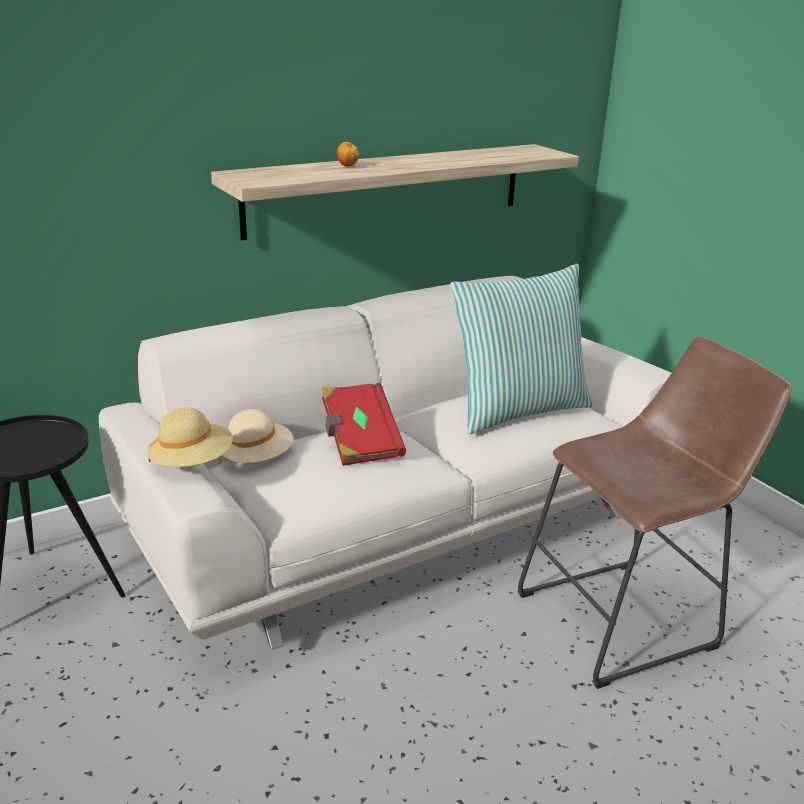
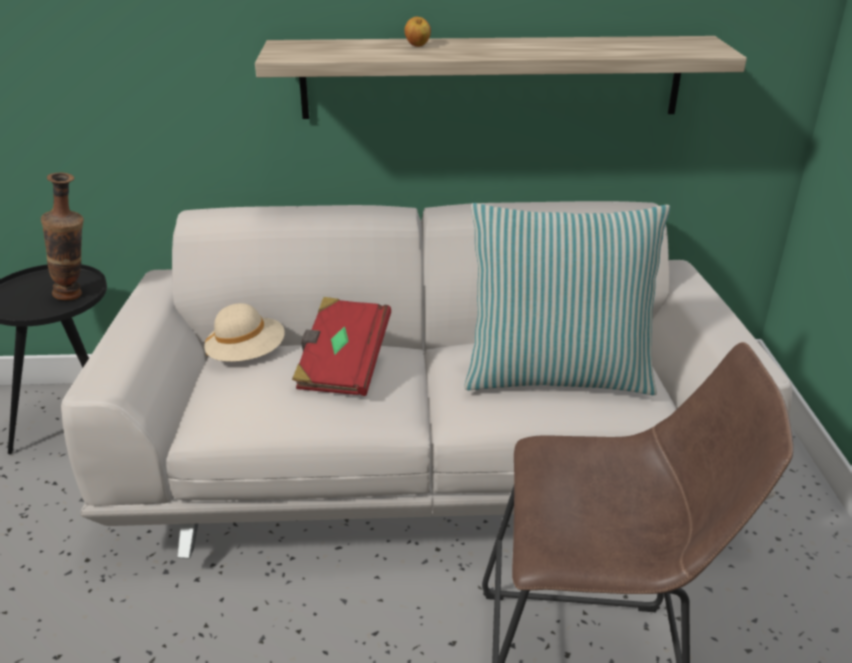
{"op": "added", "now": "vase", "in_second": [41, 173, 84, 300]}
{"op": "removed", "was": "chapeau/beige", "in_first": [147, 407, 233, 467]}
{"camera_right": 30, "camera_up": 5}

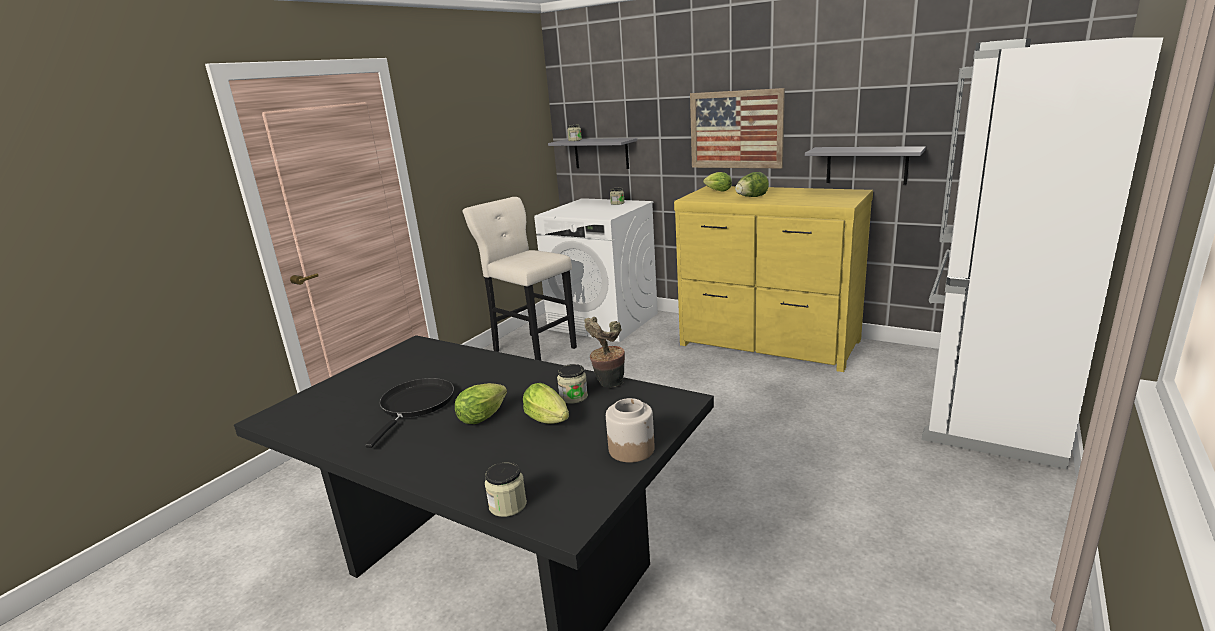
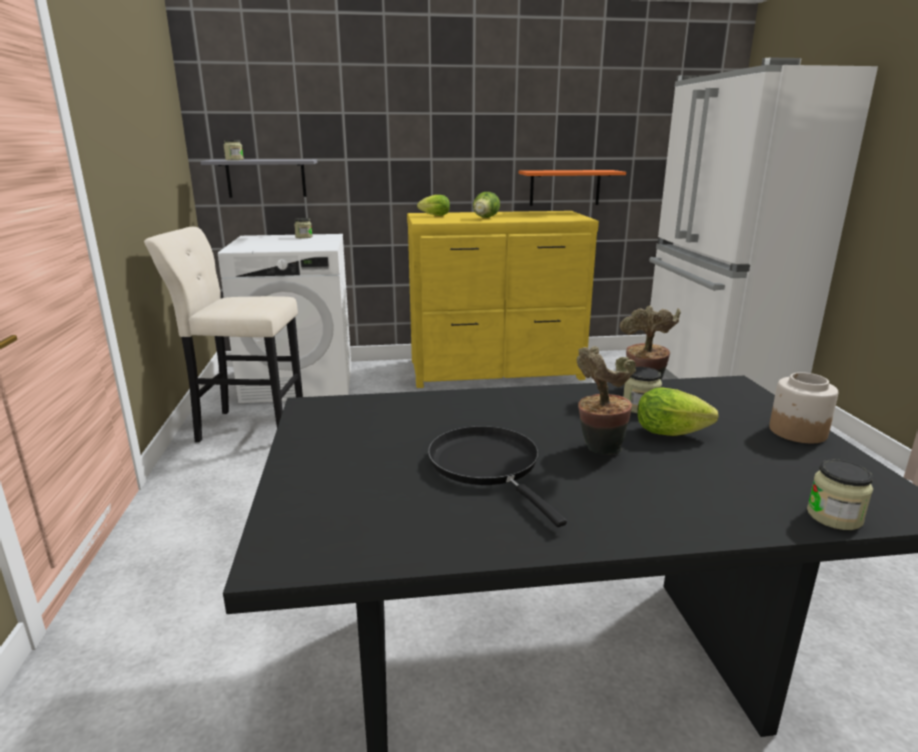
{"op": "recoloured", "was": "étagère/gris", "now": "étagère/orange", "in_first": [805, 146, 926, 185], "in_second": [519, 170, 626, 206]}
{"op": "replaced", "was": "laitue", "now": "plante en pot", "in_first": [455, 383, 507, 424], "in_second": [577, 346, 636, 455]}
{"op": "removed", "was": "tableau", "in_first": [690, 88, 785, 168]}
{"camera_right": -40, "camera_up": 0}

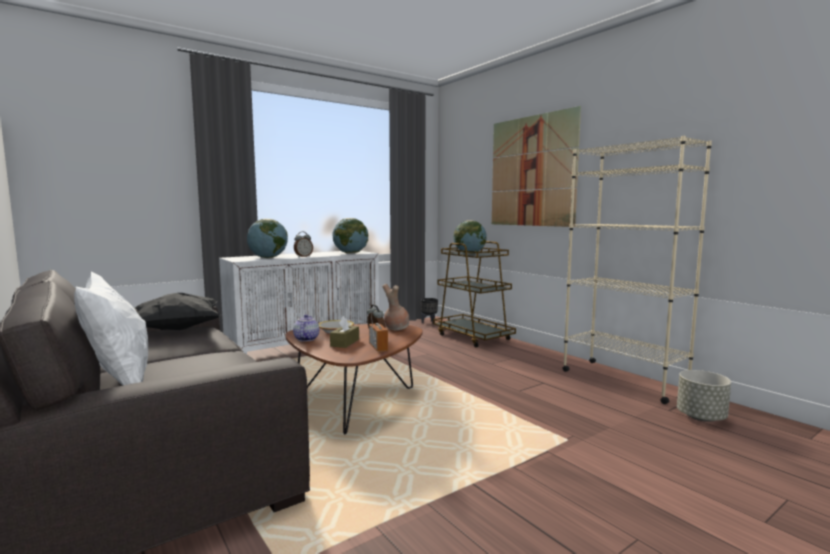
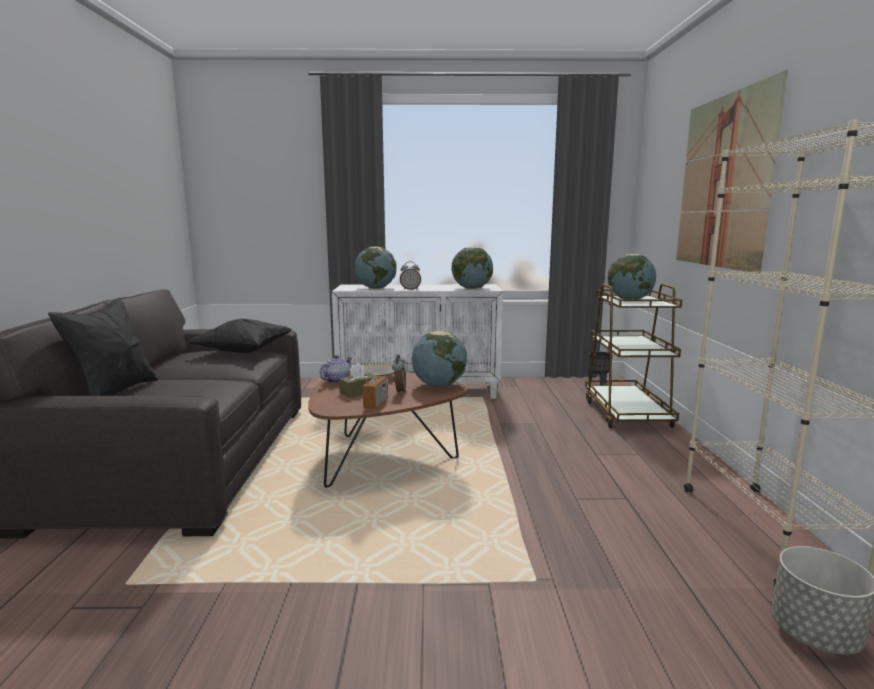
{"op": "recoloured", "was": "coussin/blanc", "now": "coussin/noir", "in_first": [74, 272, 148, 386], "in_second": [48, 298, 158, 396]}
{"op": "replaced", "was": "vase/marron", "now": "globe", "in_first": [382, 284, 409, 330], "in_second": [412, 331, 467, 387]}
{"camera_right": 35, "camera_up": 5}

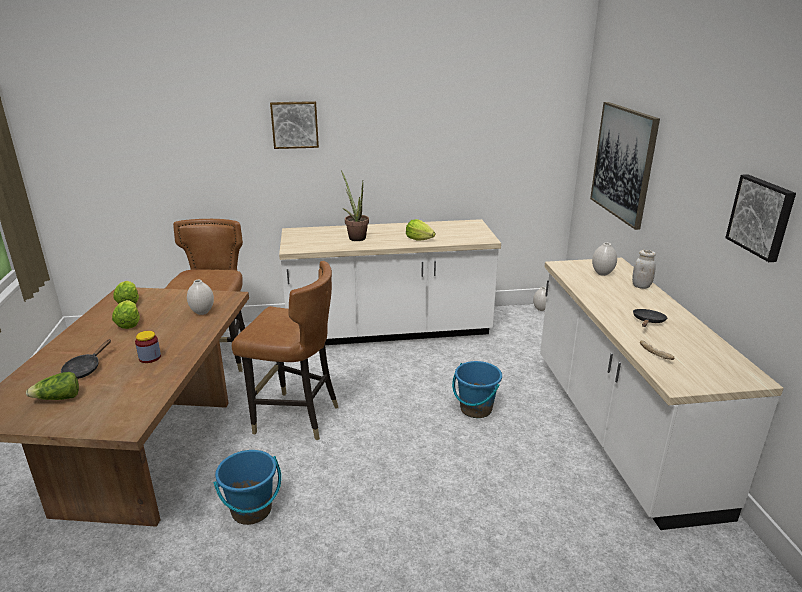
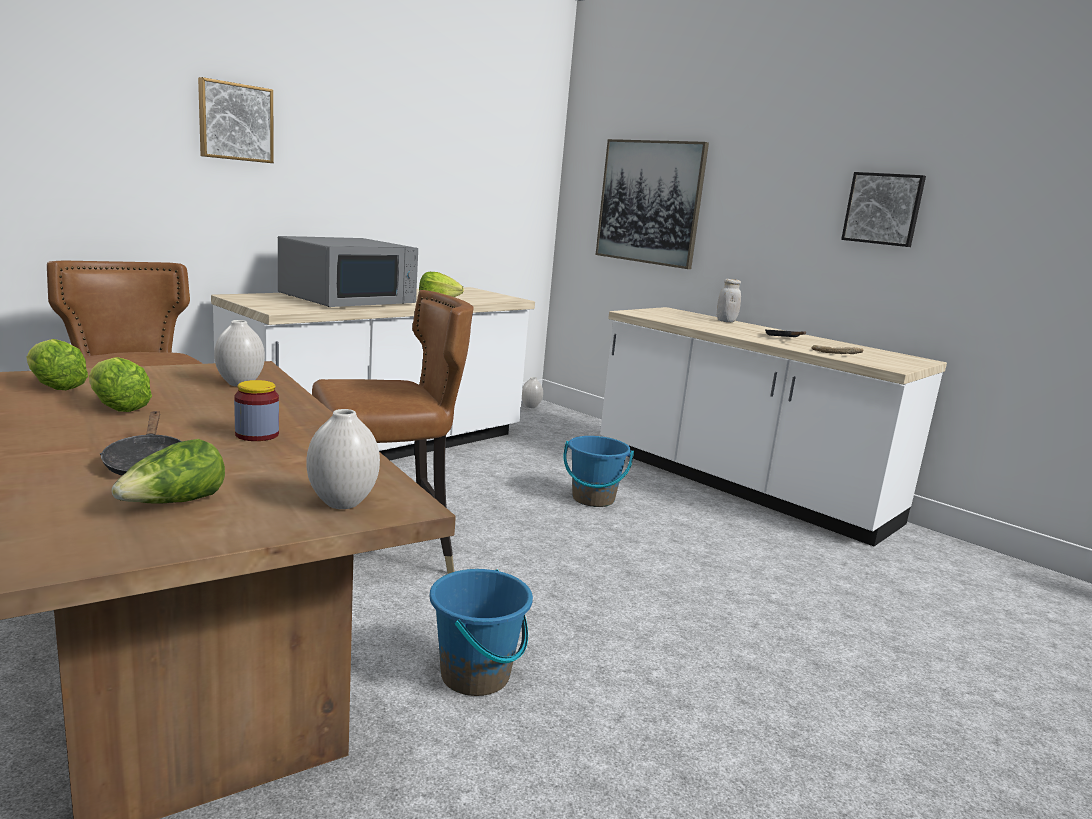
{"op": "replaced", "was": "plante en pot", "now": "micro-ondes/gris", "in_first": [341, 170, 369, 241], "in_second": [278, 236, 418, 307]}
{"op": "moved", "was": "vase/blanc", "in_first": [592, 242, 617, 276], "in_second": [306, 409, 380, 509]}
{"camera_right": -40, "camera_up": -10}

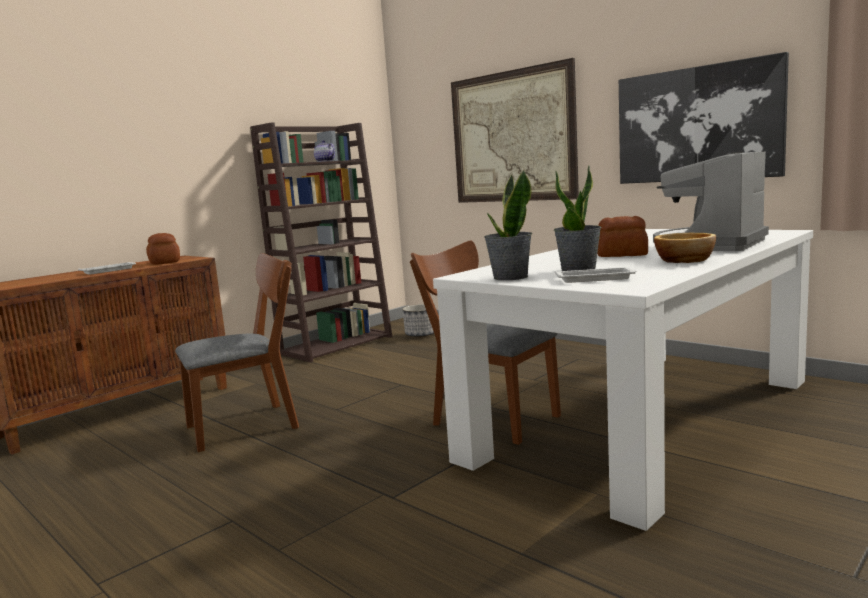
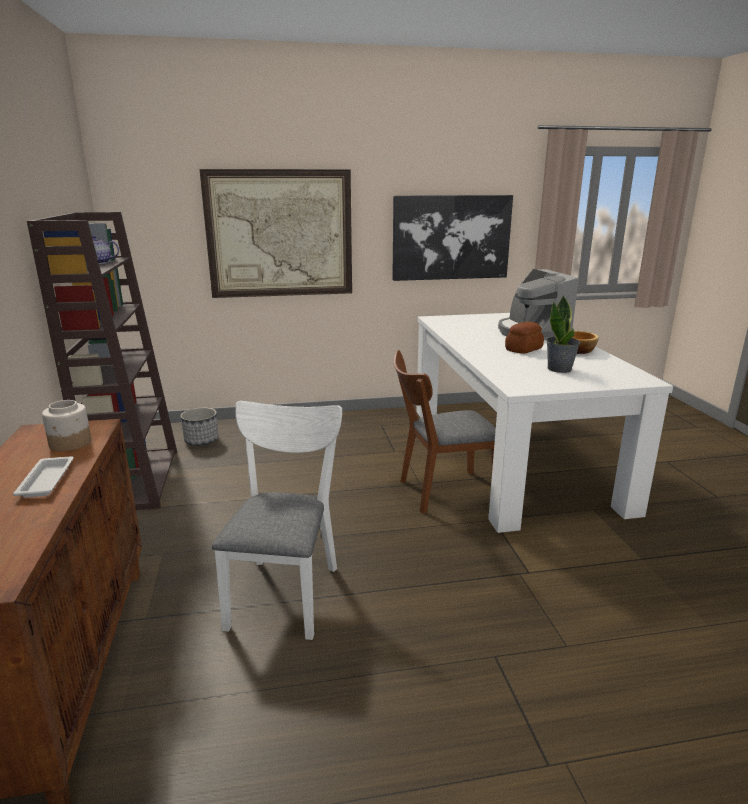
{"op": "replaced", "was": "pain", "now": "bocal", "in_first": [146, 233, 180, 265], "in_second": [42, 400, 91, 451]}
{"op": "recoloured", "was": "chaise/marron", "now": "chaise/blanc", "in_first": [175, 253, 299, 452], "in_second": [212, 401, 342, 640]}
{"op": "removed", "was": "plante en pot", "in_first": [484, 170, 532, 280]}
{"op": "removed", "was": "plateau/blanc", "in_first": [555, 267, 636, 283]}
{"camera_right": -55, "camera_up": 10}

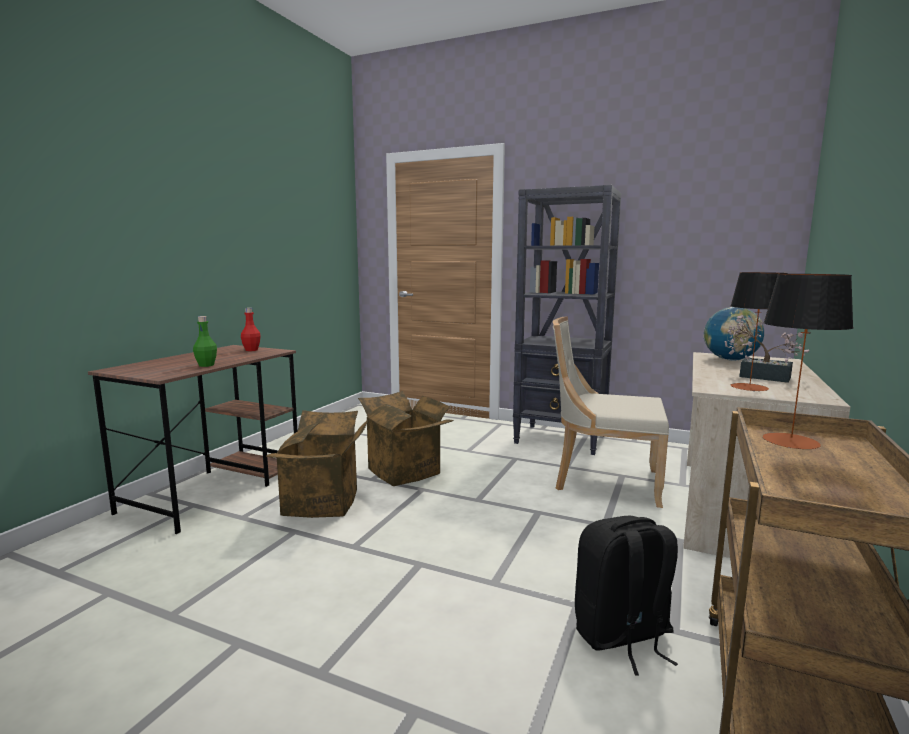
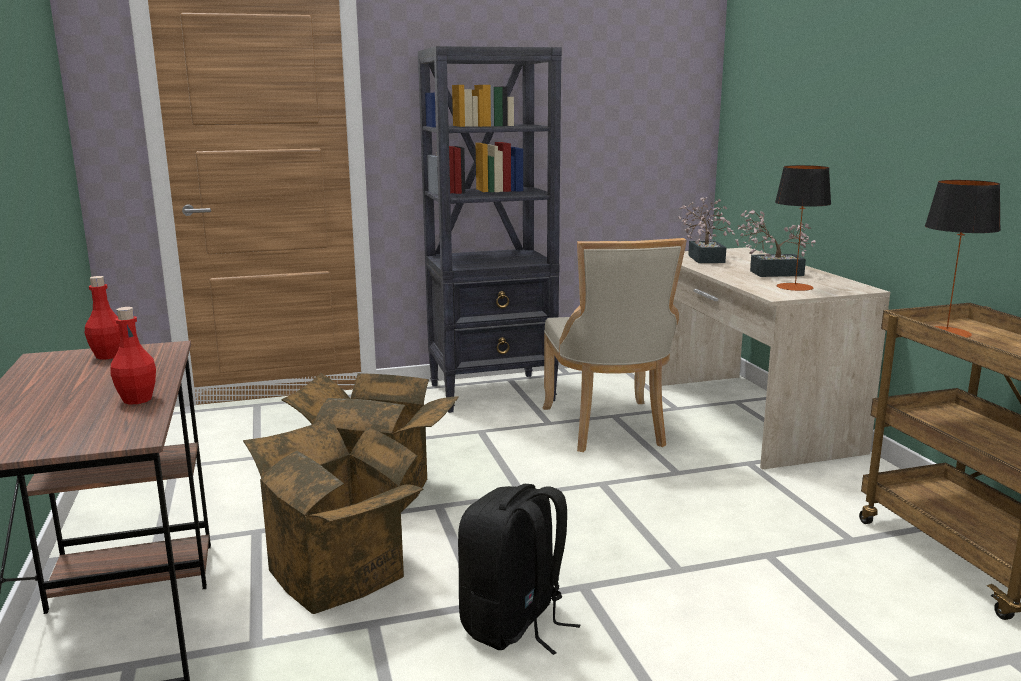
{"op": "recoloured", "was": "bouteille/vert", "now": "bouteille/rouge", "in_first": [193, 316, 217, 367], "in_second": [111, 307, 156, 405]}
{"op": "moved", "was": "sac à dos/noir", "in_first": [575, 516, 678, 676], "in_second": [458, 484, 581, 655]}
{"op": "turned", "was": "chaise/beige", "in_first": [553, 316, 669, 508], "in_second": [542, 238, 687, 452], "clockwise": -75}
{"op": "replaced", "was": "globe", "now": "plante en pot", "in_first": [704, 307, 764, 361], "in_second": [678, 197, 735, 263]}
{"camera_right": -40, "camera_up": 5}

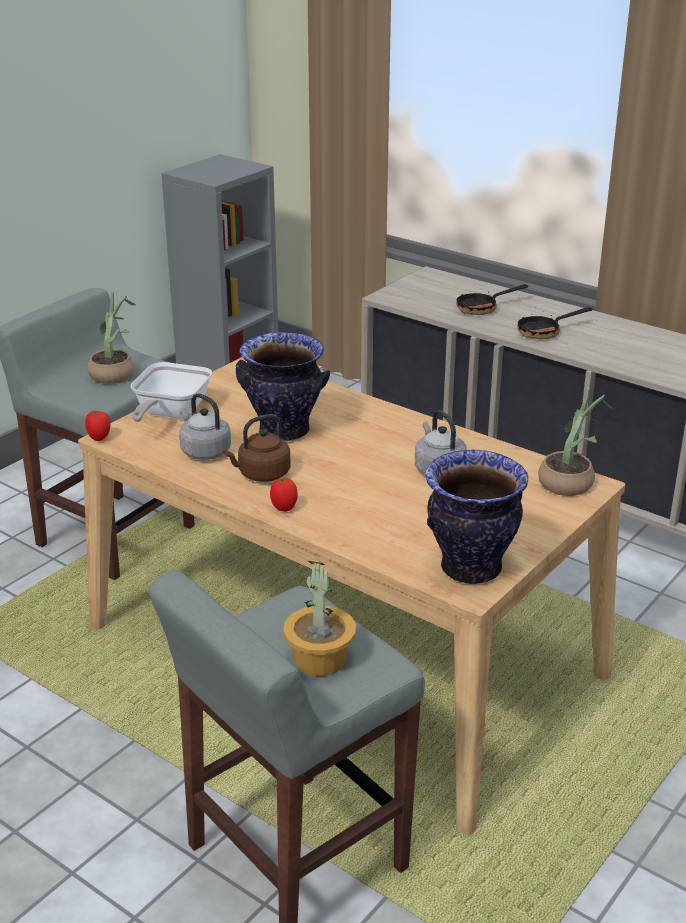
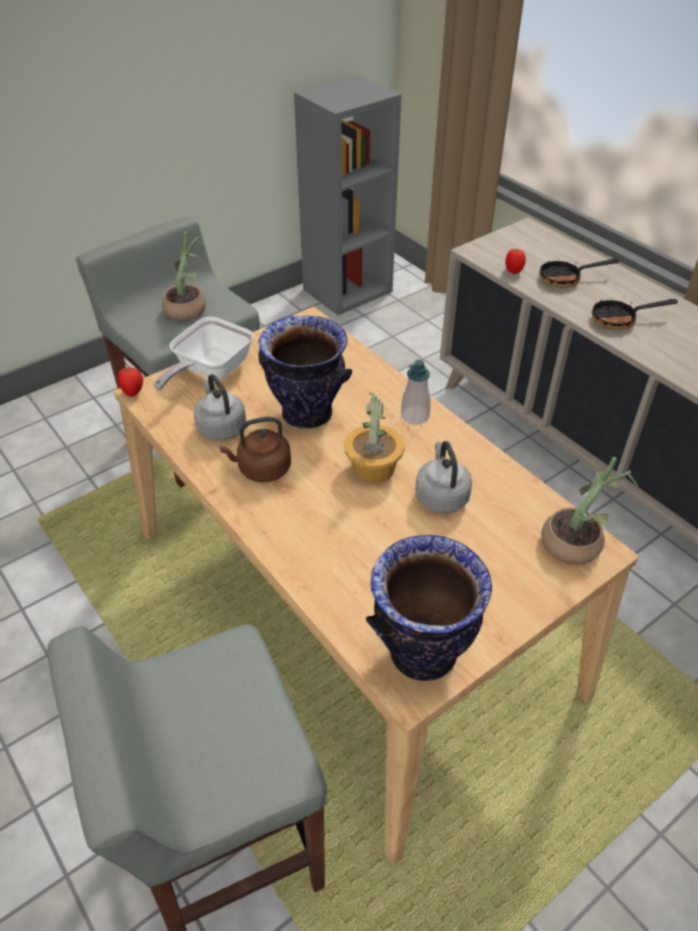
{"op": "moved", "was": "plante en pot", "in_first": [283, 561, 356, 676], "in_second": [344, 392, 405, 483]}
{"op": "added", "now": "distributeur de savon", "in_second": [401, 360, 431, 425]}
{"op": "moved", "was": "tomate", "in_first": [270, 478, 298, 512], "in_second": [505, 249, 526, 274]}
{"camera_right": 15, "camera_up": 15}

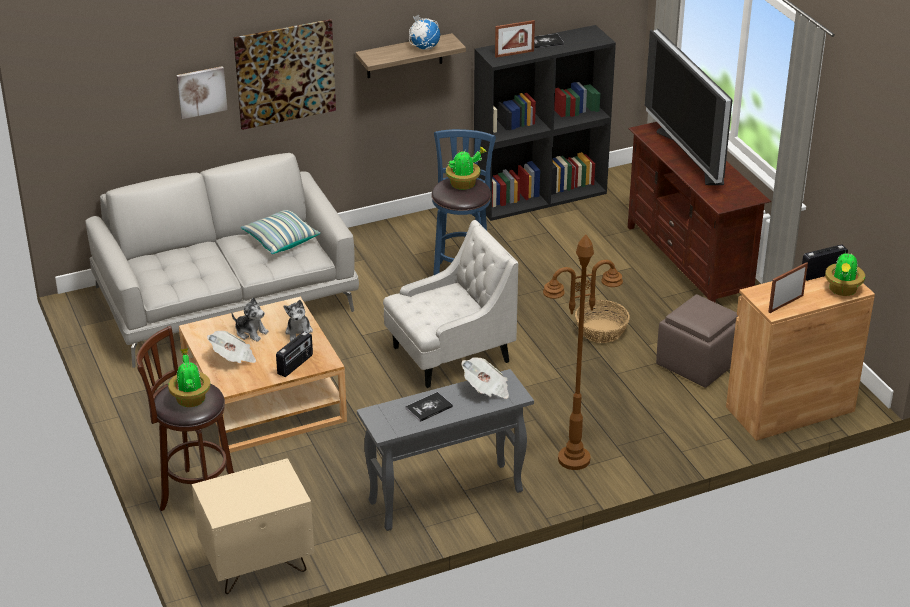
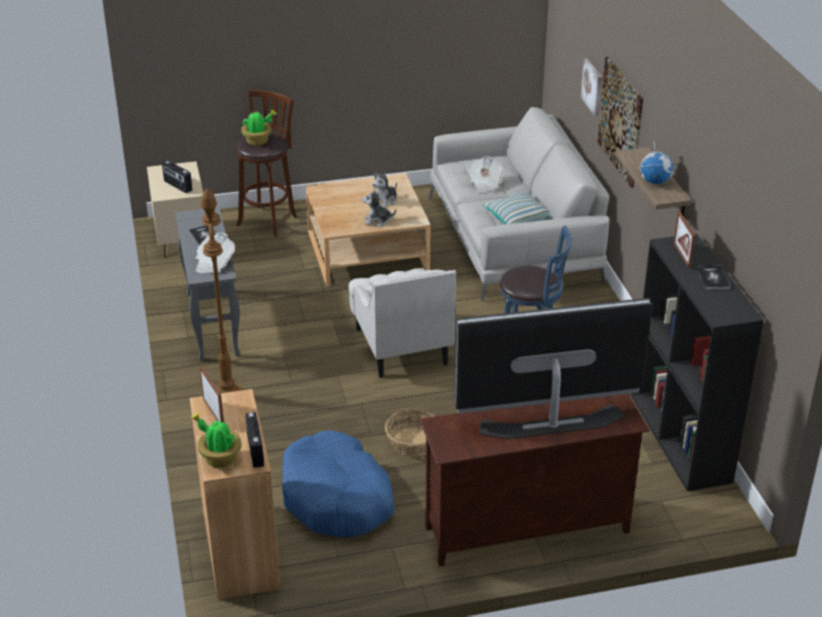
{"op": "moved", "was": "radio", "in_first": [276, 331, 313, 377], "in_second": [162, 161, 192, 193]}
{"op": "replaced", "was": "pouf/marron", "now": "panier pour chien/bleu", "in_first": [656, 294, 738, 388], "in_second": [282, 430, 395, 538]}
{"op": "moved", "was": "journal", "in_first": [207, 331, 257, 363], "in_second": [468, 156, 504, 192]}
{"op": "removed", "was": "plante en pot", "in_first": [446, 146, 487, 190]}
{"camera_right": 100, "camera_up": 0}

